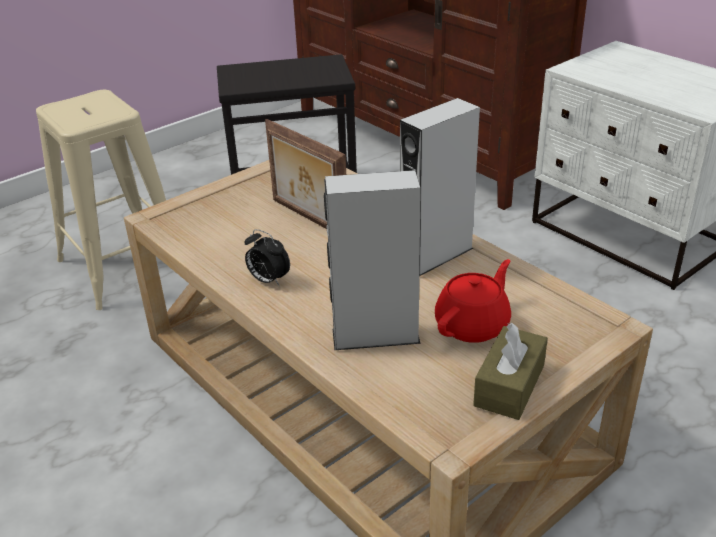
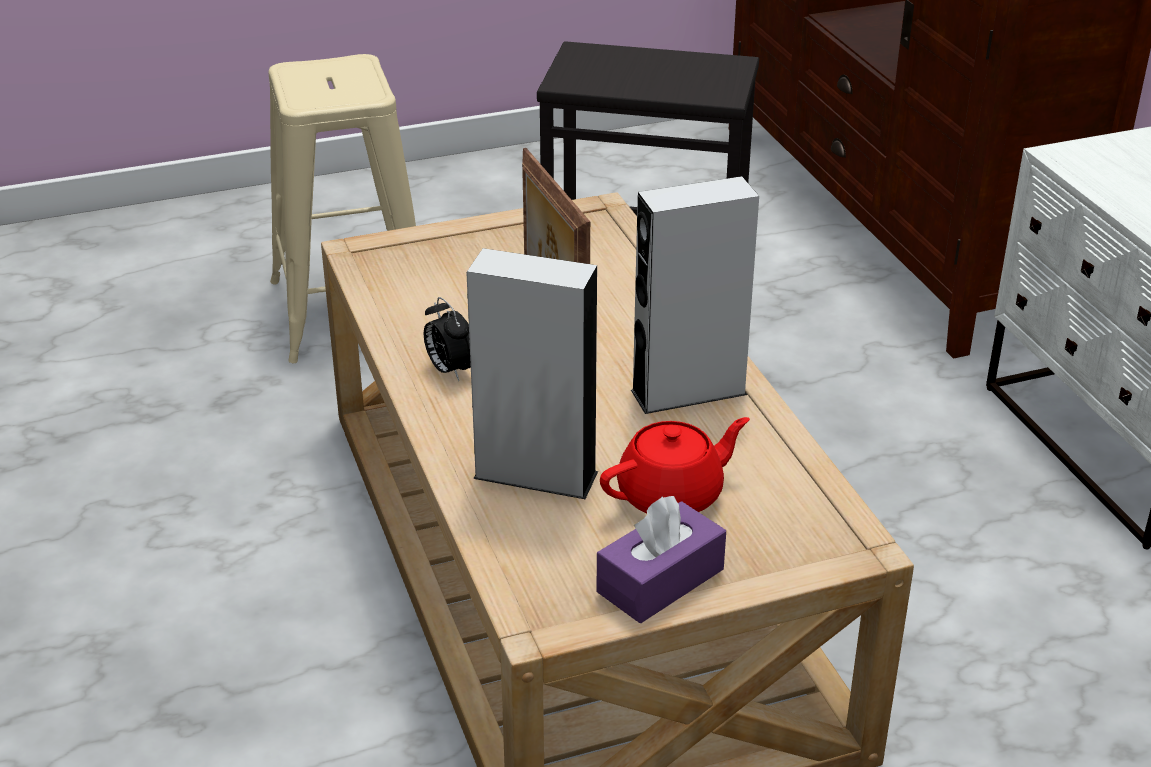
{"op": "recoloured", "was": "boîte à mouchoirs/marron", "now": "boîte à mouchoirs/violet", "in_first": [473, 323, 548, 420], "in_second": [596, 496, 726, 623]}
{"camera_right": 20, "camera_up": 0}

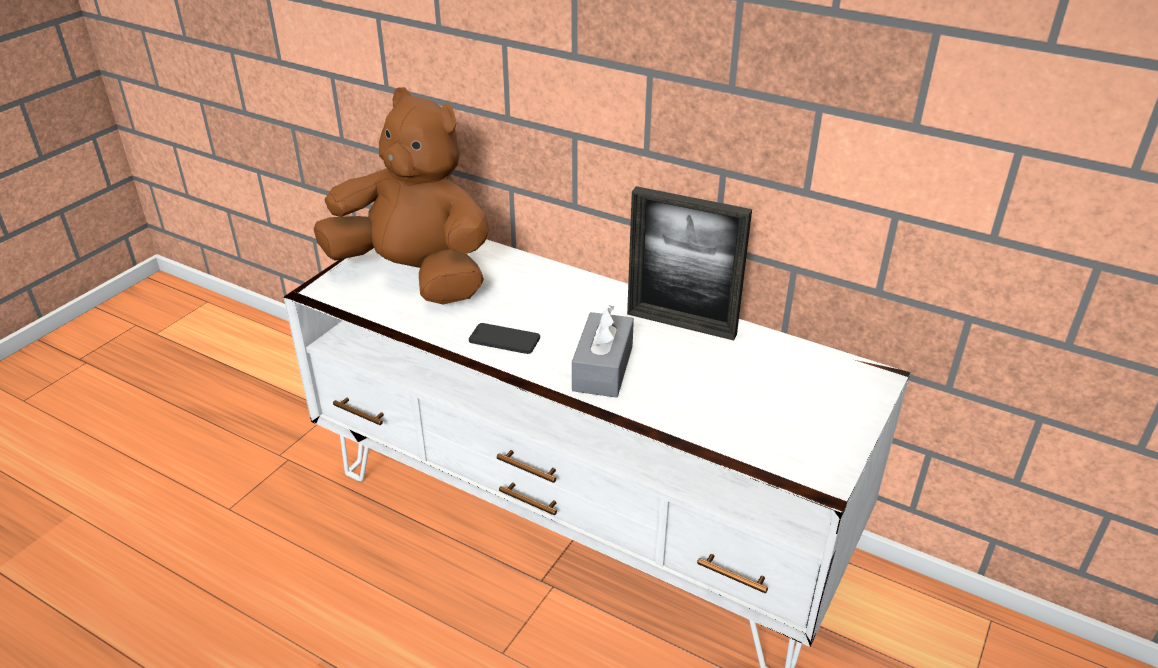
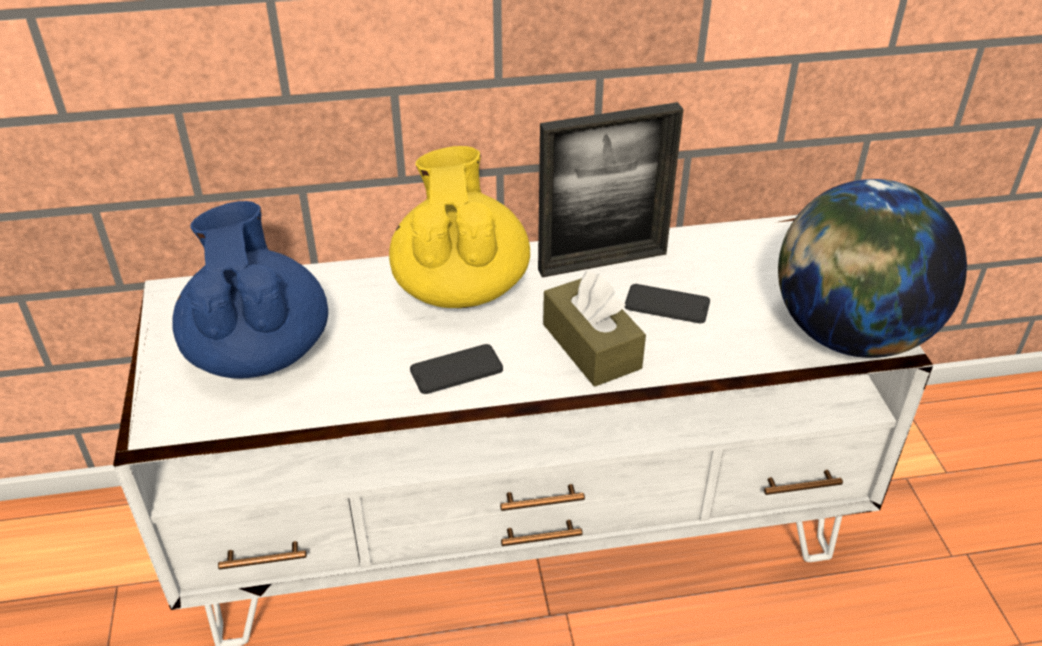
{"op": "replaced", "was": "peluche/marron", "now": "théière/bleu", "in_first": [314, 87, 489, 304], "in_second": [172, 201, 328, 379]}
{"op": "added", "now": "théière/jaune", "in_second": [389, 146, 530, 308]}
{"op": "recoloured", "was": "boîte à mouchoirs/gris", "now": "boîte à mouchoirs/marron", "in_first": [572, 305, 634, 398], "in_second": [543, 271, 646, 387]}
{"op": "added", "now": "téléphone", "in_second": [624, 284, 710, 323]}
{"op": "added", "now": "globe", "in_second": [778, 179, 967, 358]}
{"camera_right": -40, "camera_up": 5}

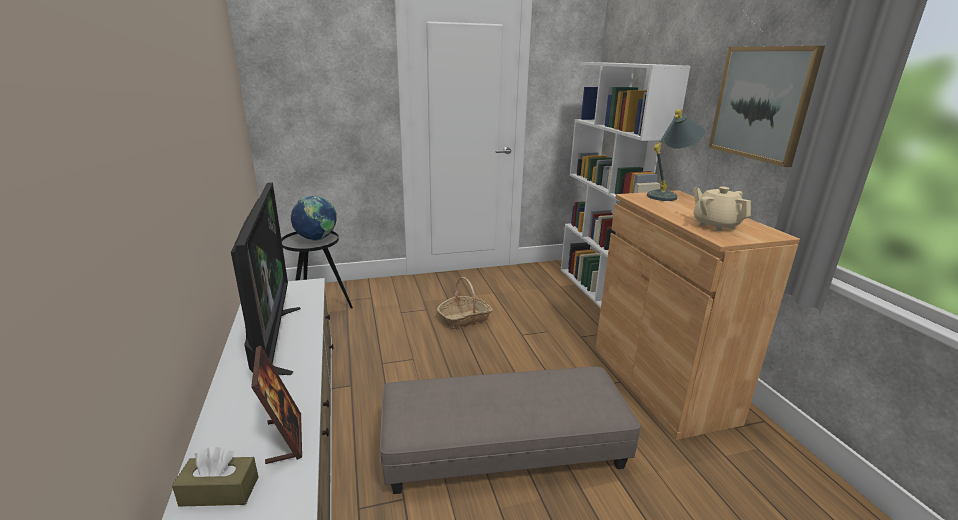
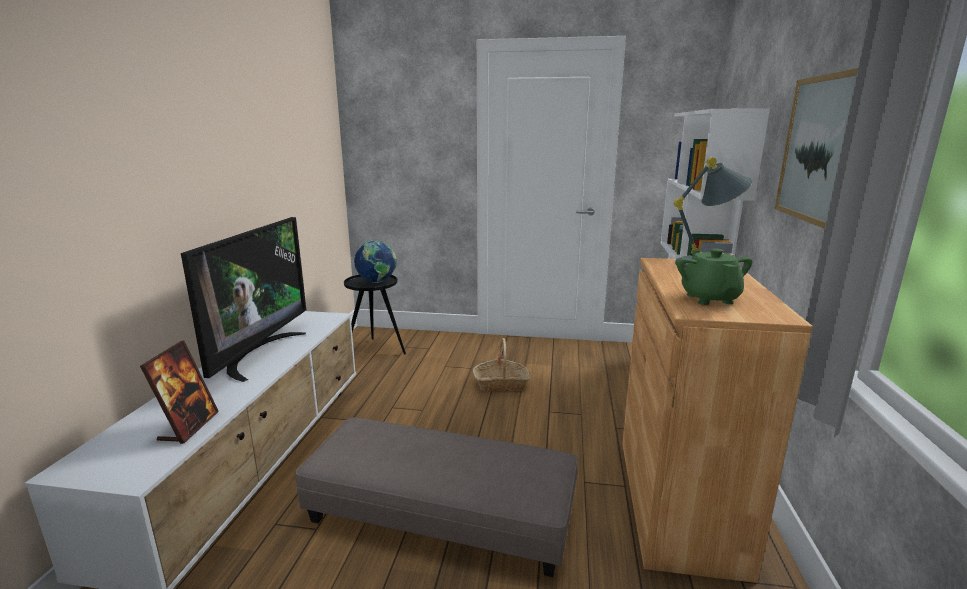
{"op": "recoloured", "was": "théière/beige", "now": "théière/vert", "in_first": [693, 187, 751, 232], "in_second": [677, 248, 753, 305]}
{"op": "removed", "was": "boîte à mouchoirs/marron", "in_first": [172, 447, 258, 507]}
{"camera_right": 25, "camera_up": -5}

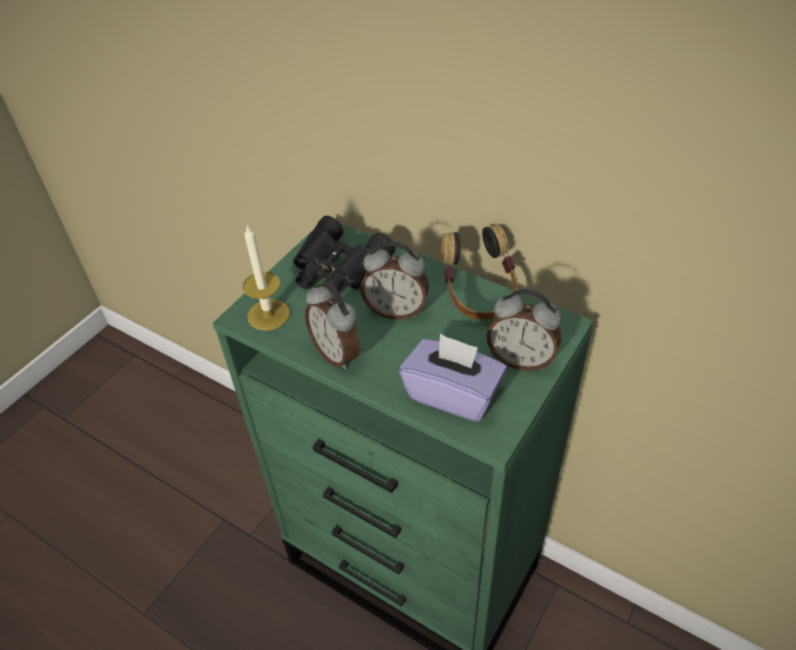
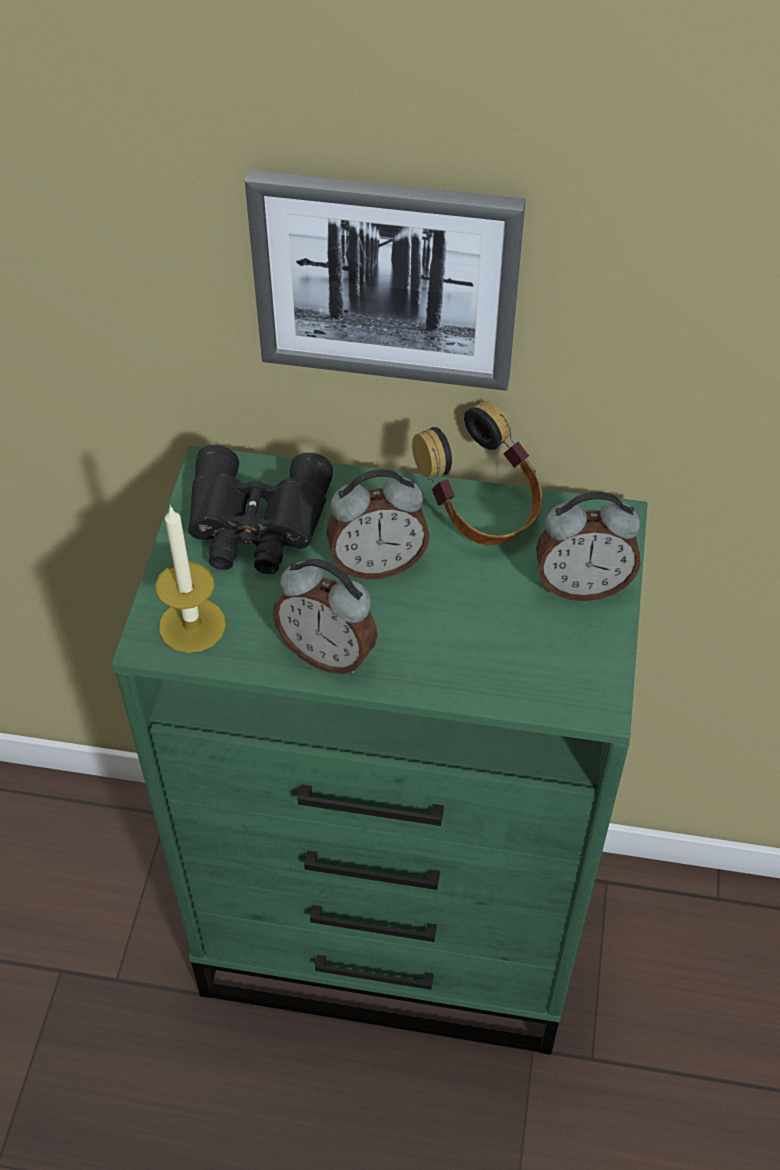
{"op": "added", "now": "tableau", "in_second": [245, 170, 525, 391]}
{"op": "removed", "was": "boîte à mouchoirs/violet", "in_first": [399, 333, 507, 422]}
{"camera_right": -25, "camera_up": 5}

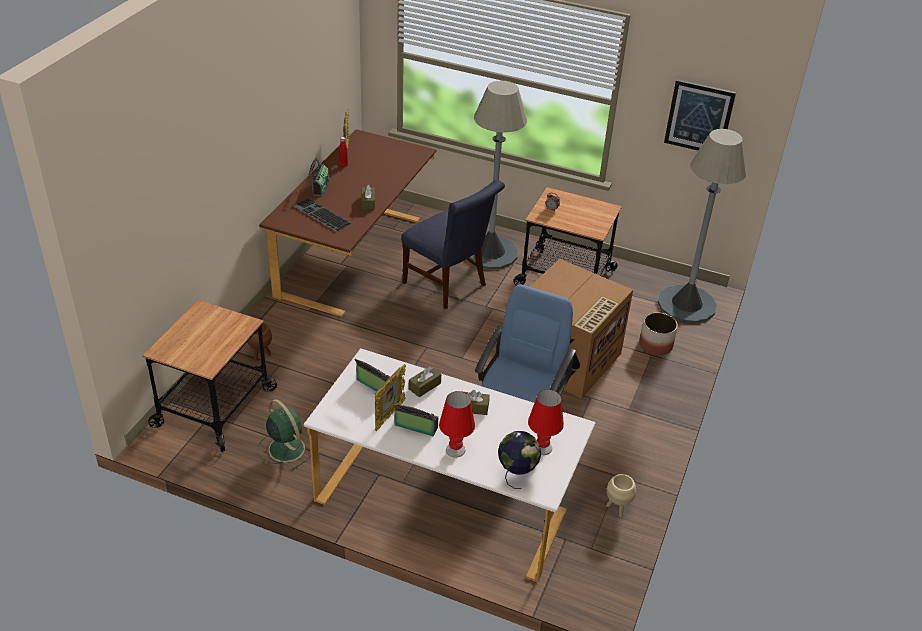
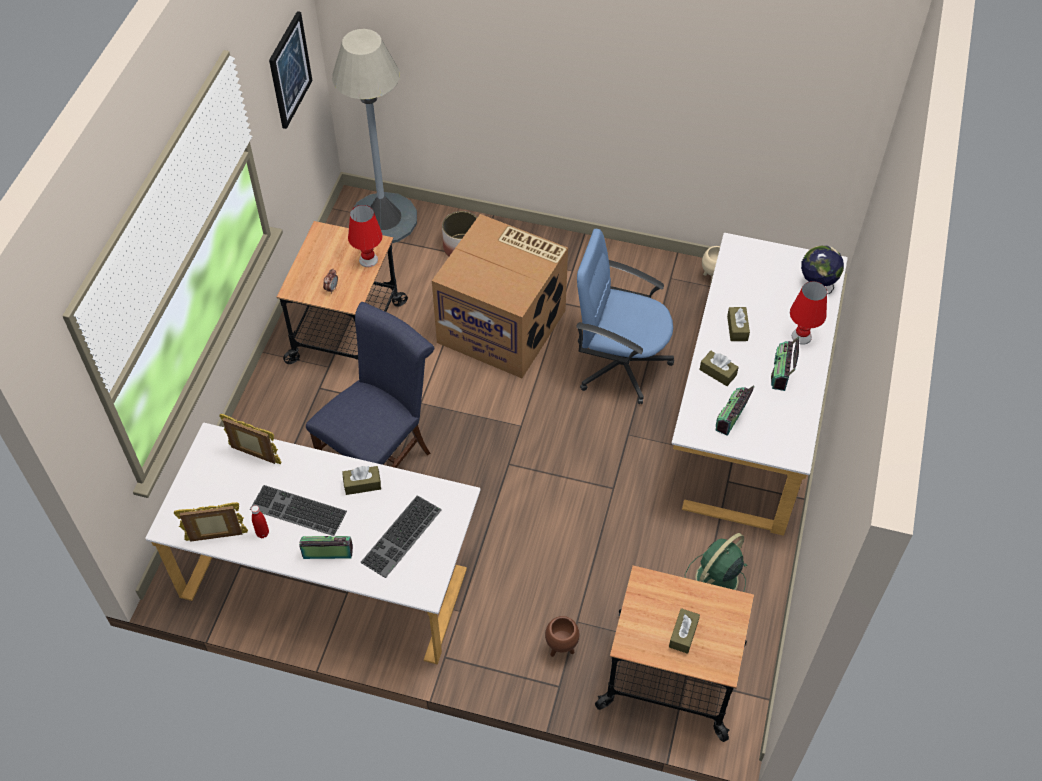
{"op": "recoloured", "was": "bureau/marron", "now": "bureau/blanc", "in_first": [259, 129, 436, 317], "in_second": [145, 423, 481, 664]}
{"op": "moved", "was": "cadre photo", "in_first": [374, 364, 406, 431], "in_second": [219, 413, 282, 464]}
{"op": "added", "now": "clavier", "in_second": [250, 485, 347, 536]}
{"op": "moved", "was": "lampe de table/rouge", "in_first": [528, 389, 564, 455], "in_second": [348, 205, 383, 267]}
{"op": "added", "now": "boîte à mouchoirs/marron", "in_second": [669, 608, 700, 654]}
{"op": "removed", "was": "lampadaire/gris", "in_first": [466, 81, 527, 270]}
{"camera_right": -95, "camera_up": 15}

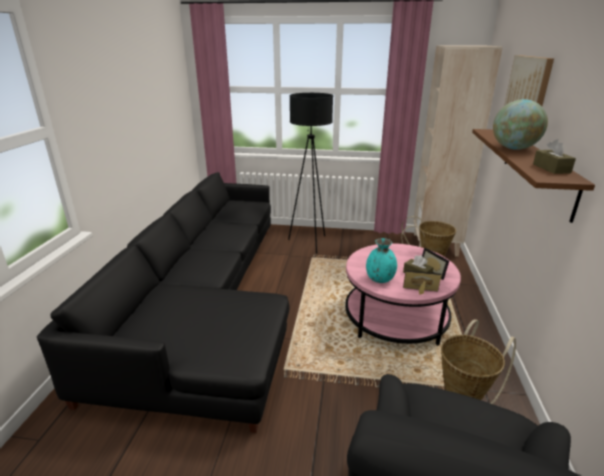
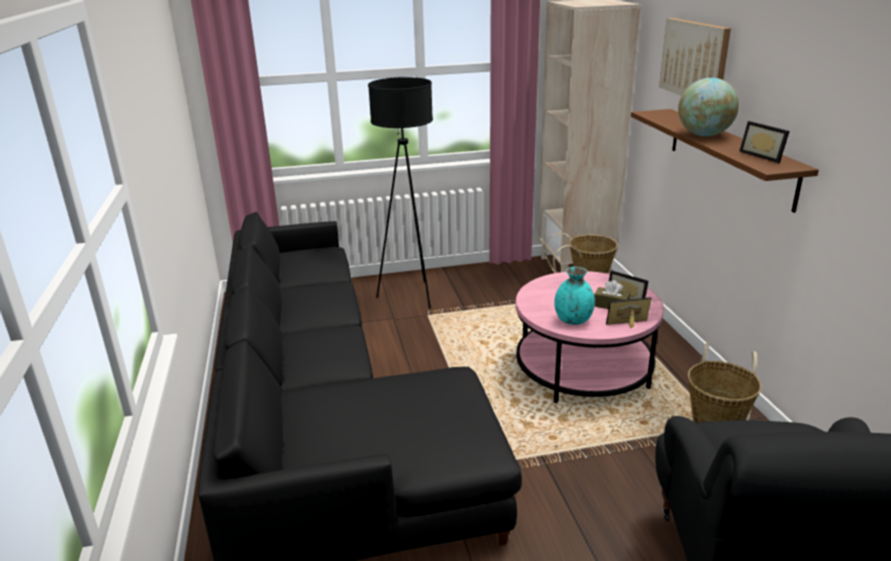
{"op": "replaced", "was": "boîte à mouchoirs/marron", "now": "cadre photo", "in_first": [533, 139, 576, 174], "in_second": [739, 121, 790, 163]}
{"camera_right": -20, "camera_up": 0}

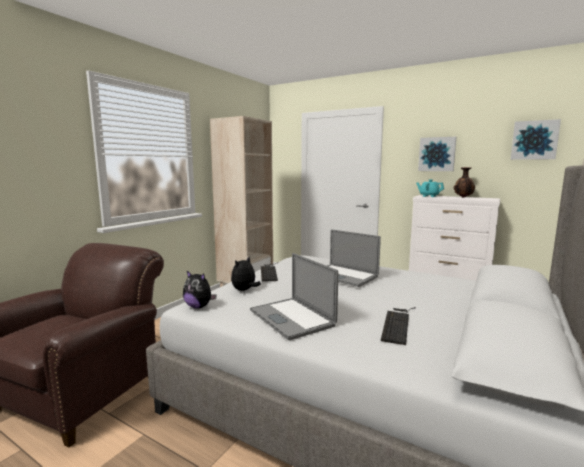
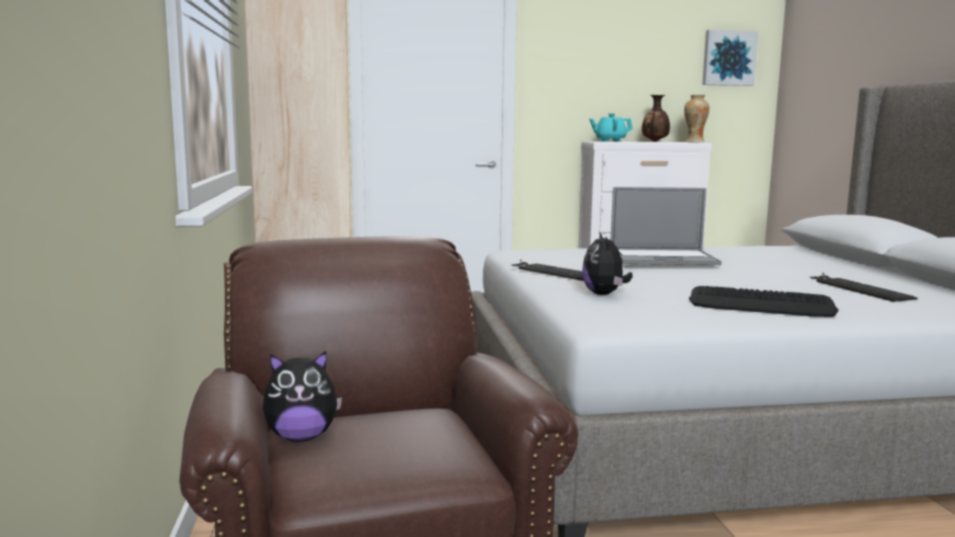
{"op": "moved", "was": "peluche", "in_first": [183, 271, 216, 309], "in_second": [263, 351, 342, 442]}
{"op": "added", "now": "vase", "in_second": [684, 95, 710, 142]}
{"op": "replaced", "was": "ordinateur portable", "now": "clavier", "in_first": [250, 253, 338, 340], "in_second": [689, 286, 839, 317]}
{"op": "removed", "was": "tableau", "in_first": [418, 137, 456, 171]}
{"camera_right": -40, "camera_up": 0}

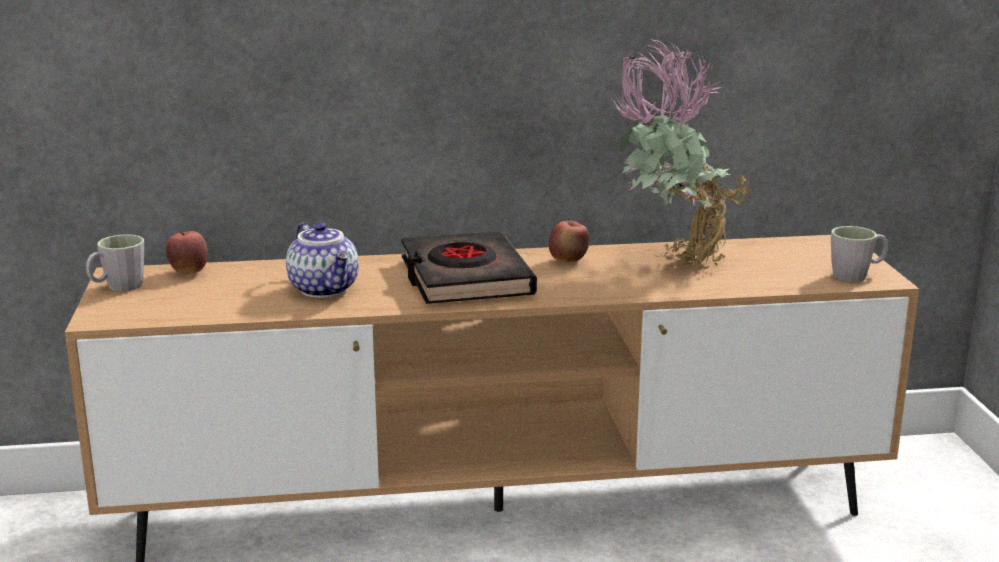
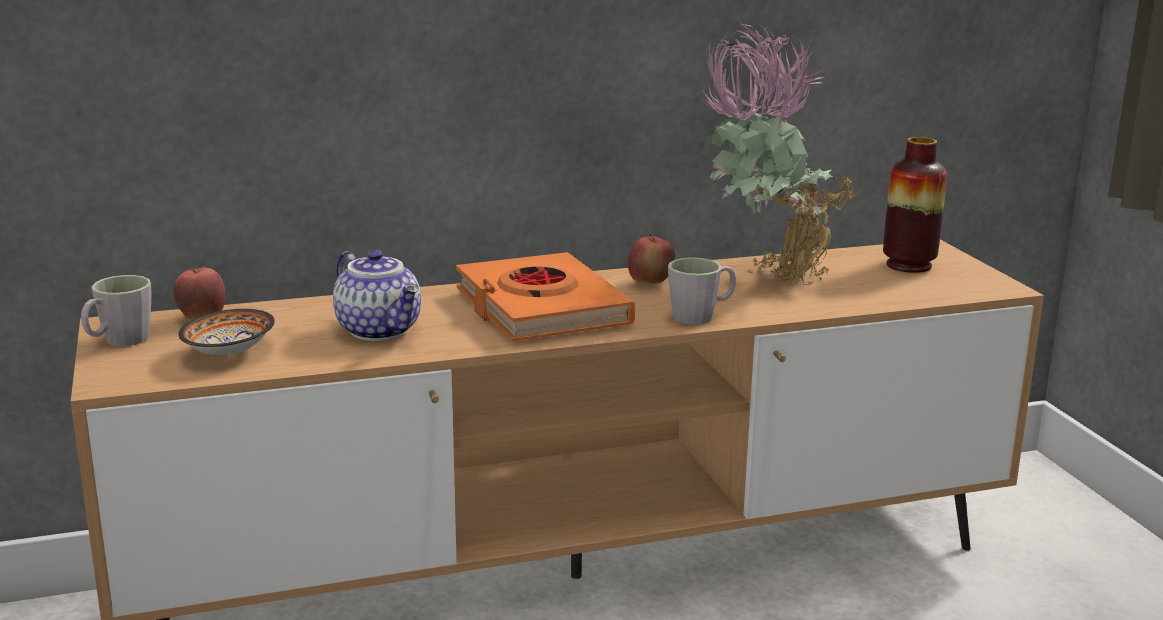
{"op": "added", "now": "bol", "in_second": [178, 309, 275, 356]}
{"op": "recoloured", "was": "livre/noir", "now": "livre/orange", "in_first": [401, 231, 537, 304], "in_second": [456, 252, 635, 341]}
{"op": "moved", "was": "mug/gris", "in_first": [831, 226, 888, 282], "in_second": [668, 257, 736, 325]}
{"op": "added", "now": "vase", "in_second": [883, 137, 947, 273]}
{"camera_right": -10, "camera_up": 0}

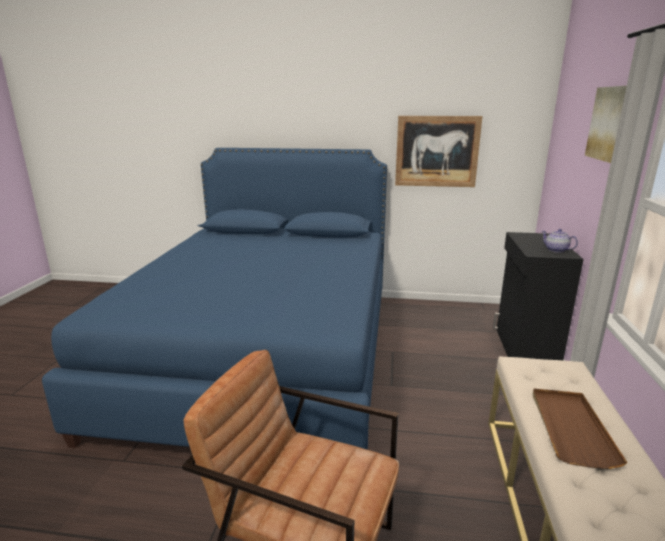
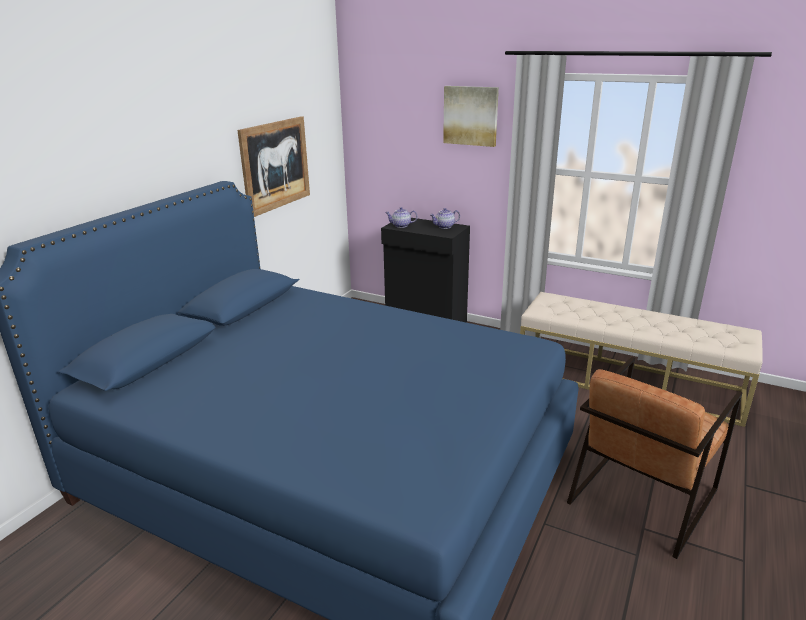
{"op": "added", "now": "théière", "in_second": [385, 207, 418, 228]}
{"op": "removed", "was": "plateau/marron", "in_first": [533, 389, 627, 469]}
{"camera_right": -70, "camera_up": 5}

